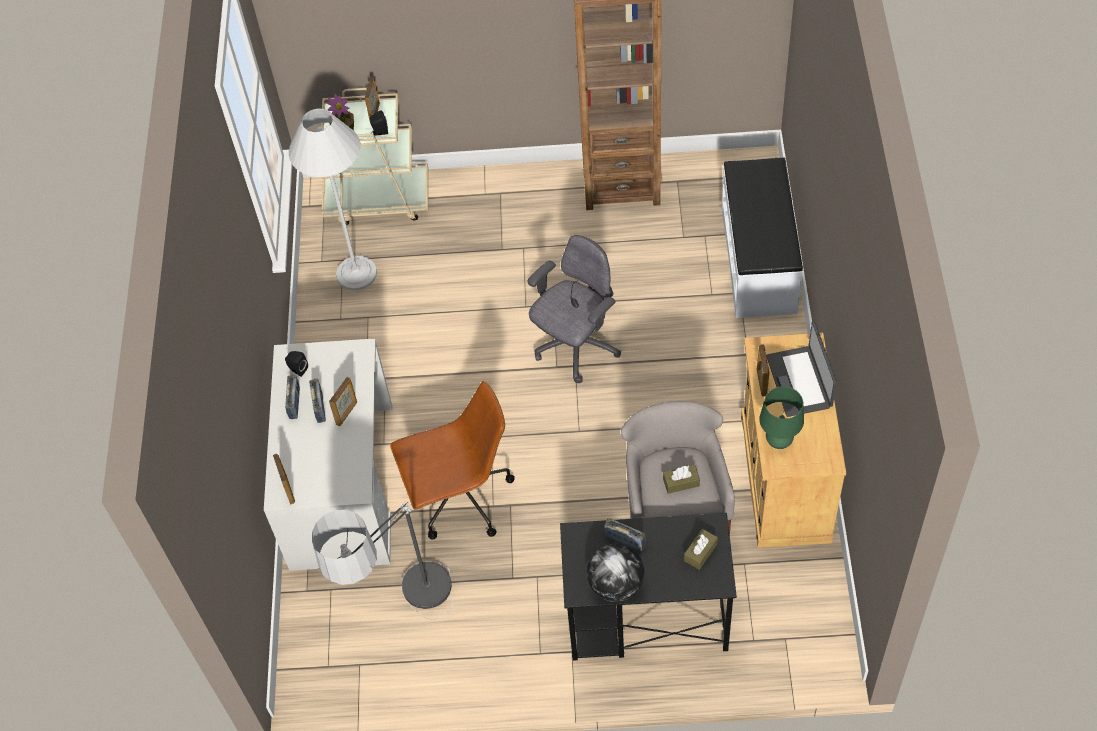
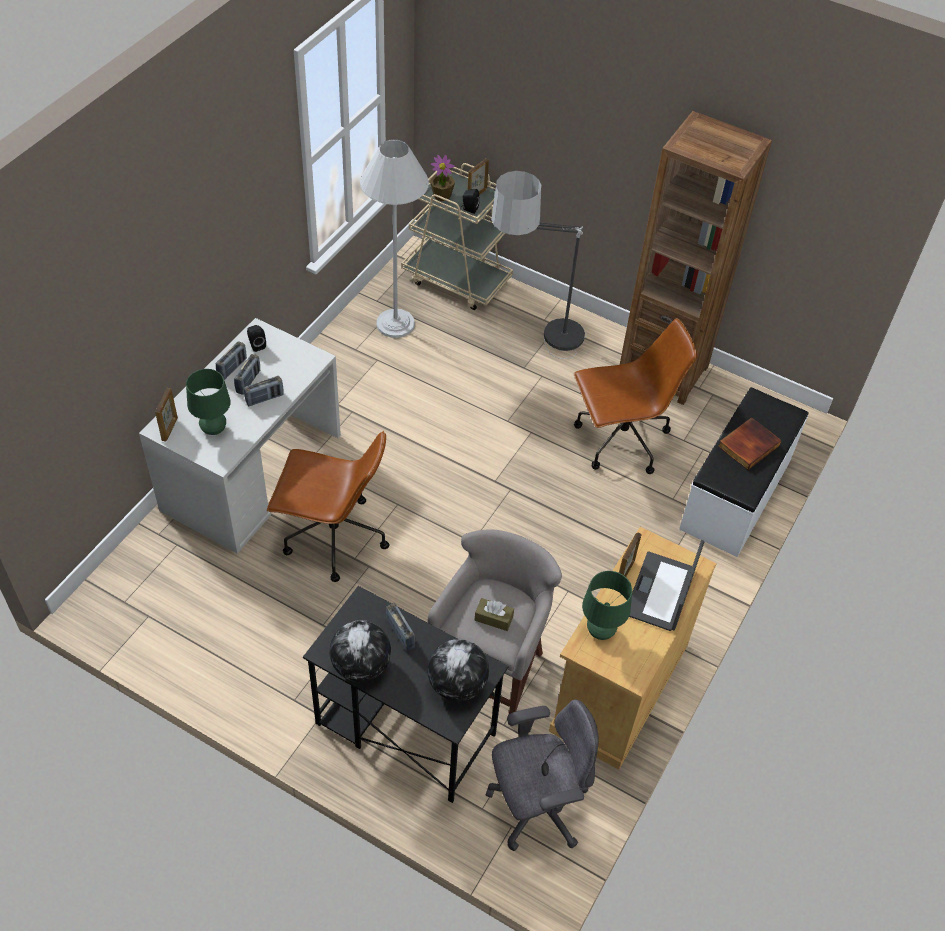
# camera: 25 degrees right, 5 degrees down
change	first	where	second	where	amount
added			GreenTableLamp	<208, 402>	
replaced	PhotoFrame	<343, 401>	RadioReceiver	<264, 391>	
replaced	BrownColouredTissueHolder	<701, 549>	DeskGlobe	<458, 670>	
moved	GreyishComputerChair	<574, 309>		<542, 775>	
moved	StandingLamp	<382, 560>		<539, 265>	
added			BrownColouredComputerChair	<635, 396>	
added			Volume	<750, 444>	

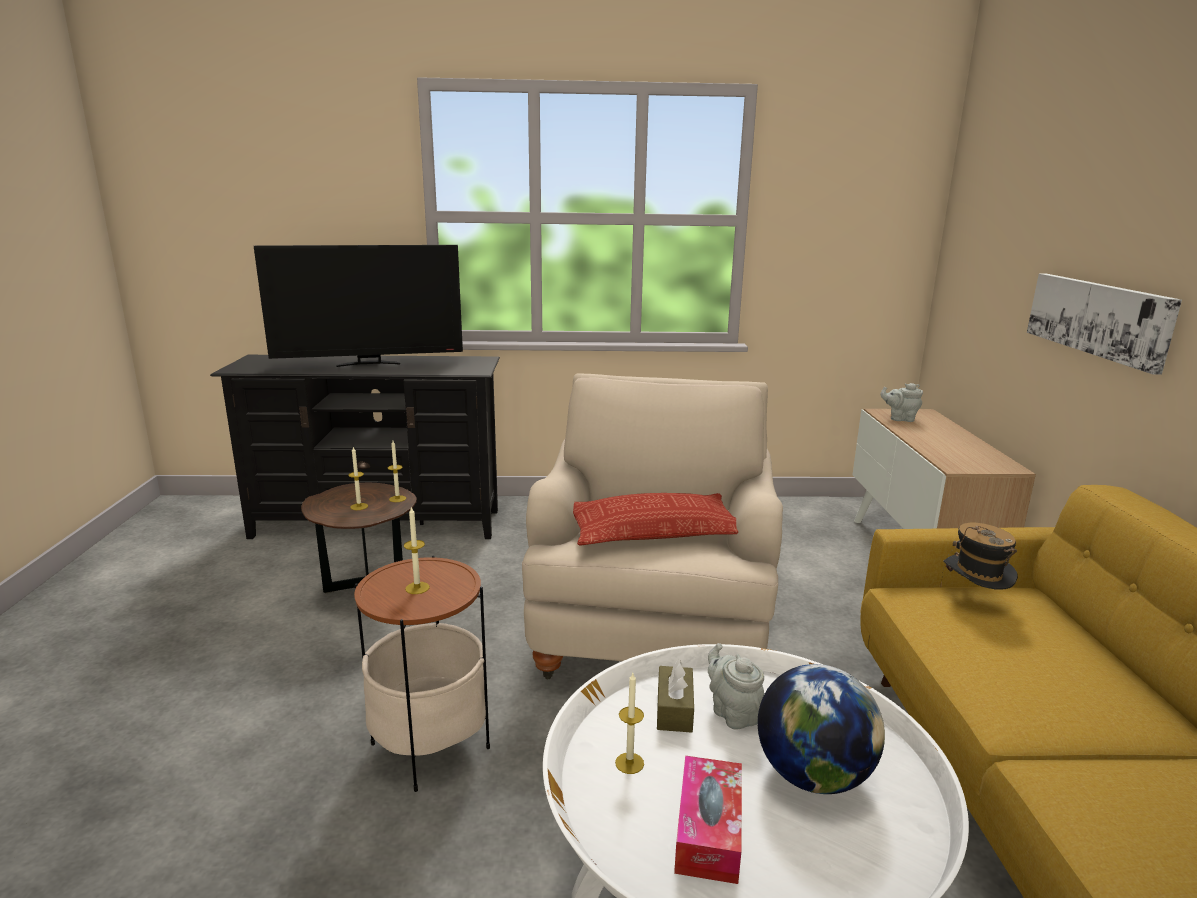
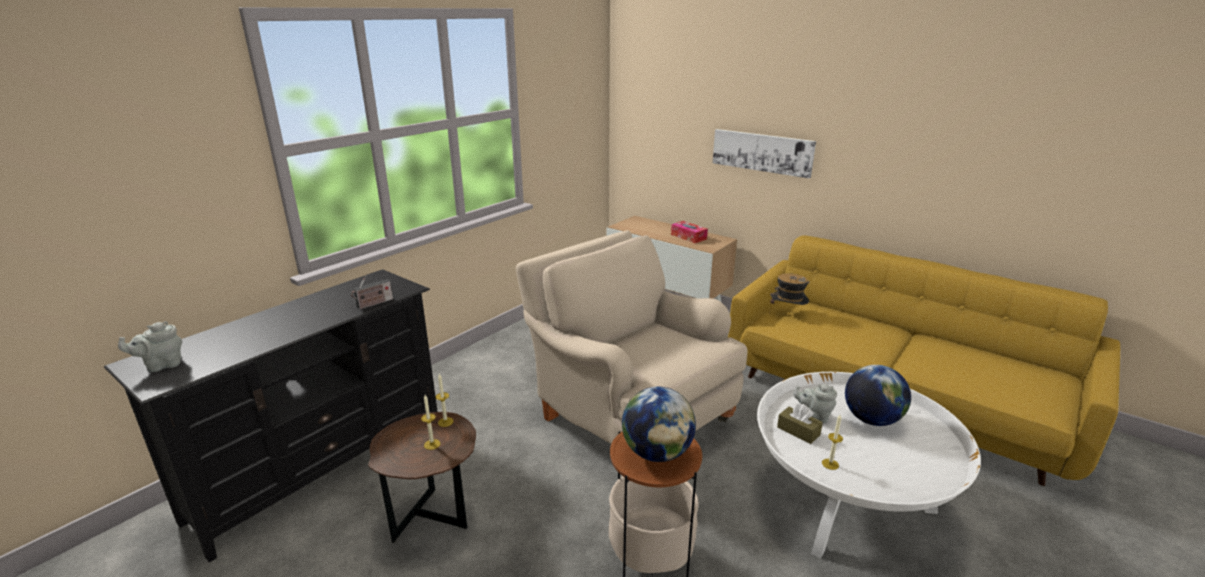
# camera: 50 degrees left, 5 degrees up
change	first	where	second	where	amount
moved	GreyishTeapot	<901, 402>		<150, 346>	
added			RadioReceiver	<372, 292>	
replaced	WaxLight	<417, 550>	DeskGlobe	<659, 424>	
moved	TissueHolder	<708, 820>		<689, 232>	
removed	Tv	<358, 306>			
removed	Pillow	<655, 519>			

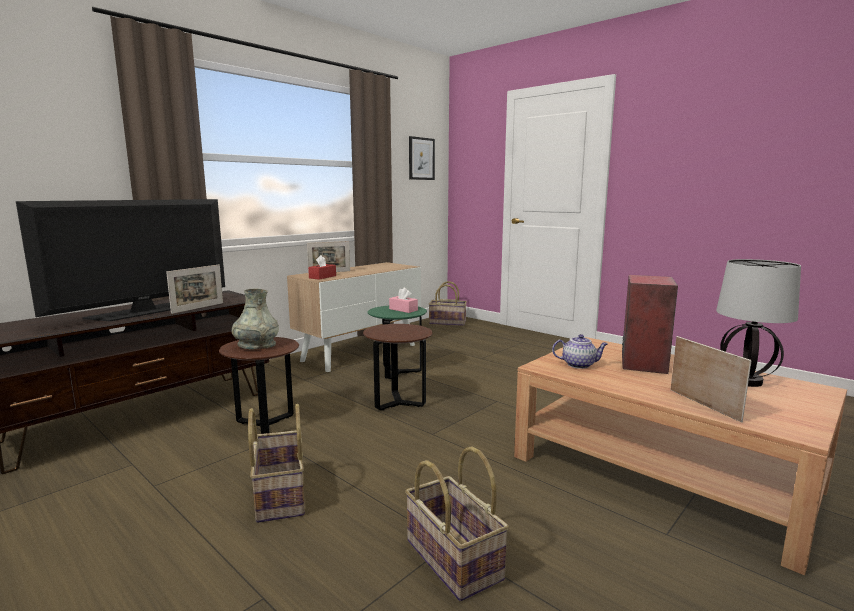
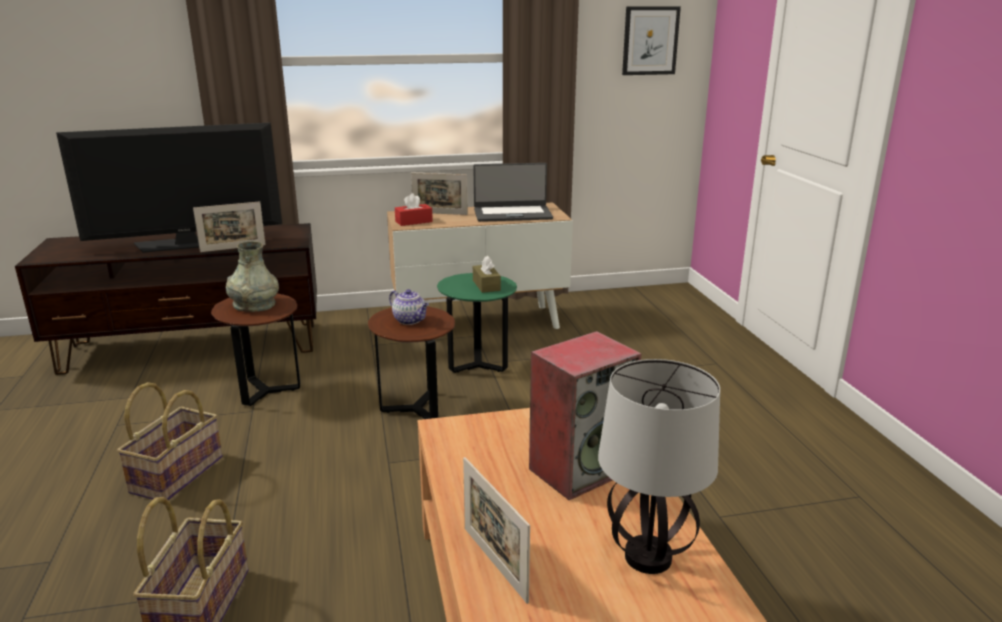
# camera: 35 degrees right, 10 degrees up
change	first	where	second	where	amount
moved	Teapot	<580, 351>		<409, 307>	
turned	PhotoFrame	<711, 379>		<496, 530>	135 degrees clockwise
added			PortableComputer	<513, 192>	
recoloured	PinkColouredTissueHolder	<403, 300>	BrownColouredTissueHolder	<487, 274>	
removed	StorageBasket	<448, 303>			

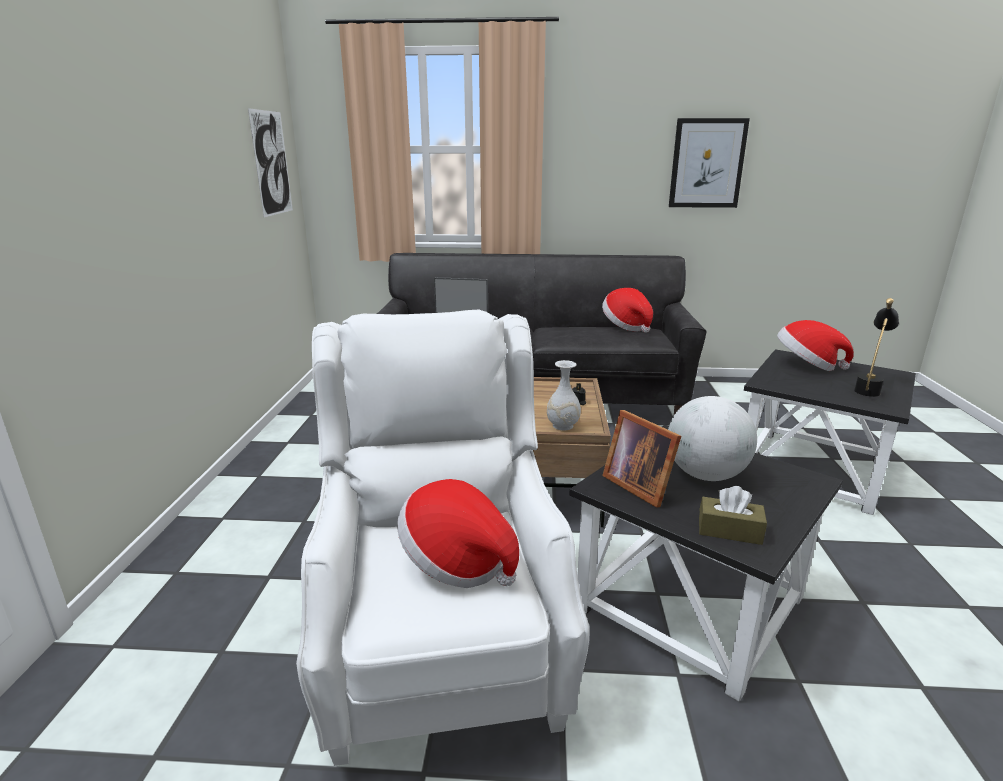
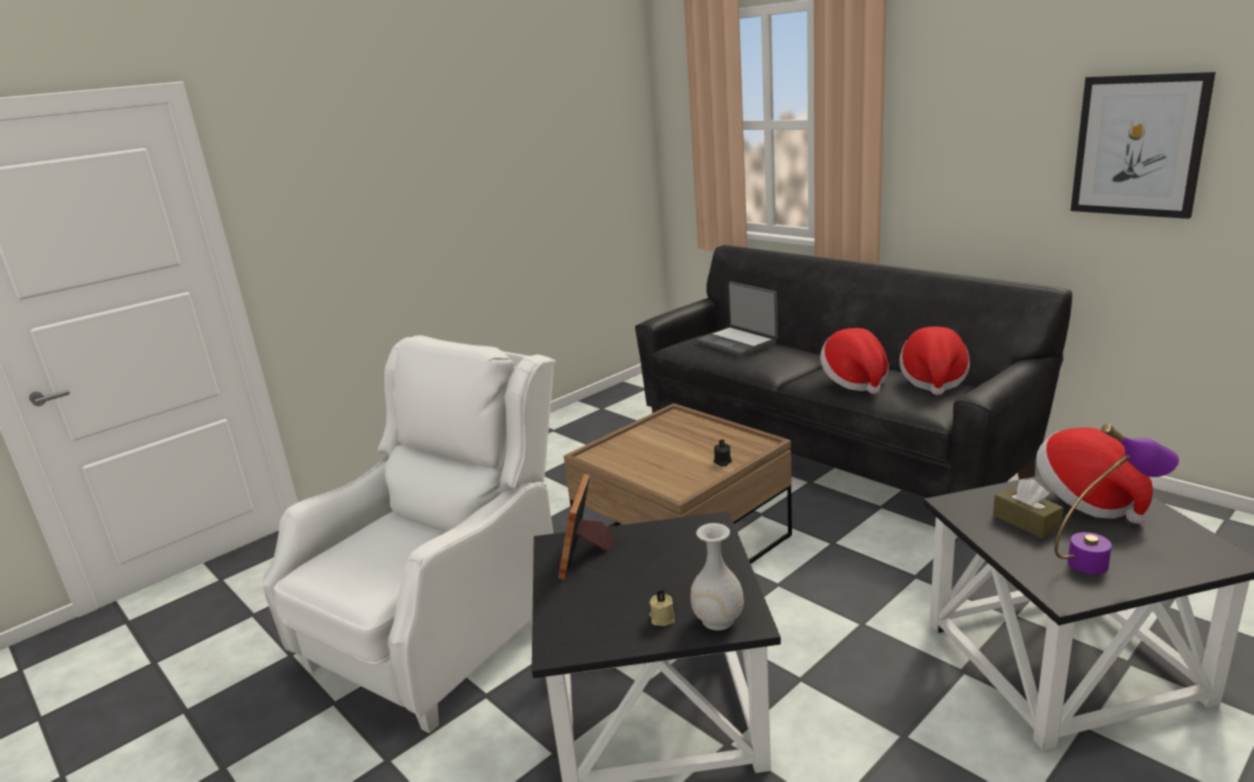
# camera: 45 degrees right, 0 degrees up
change	first	where	second	where	amount
added			SandColouredWaxLight	<662, 607>	
moved	WhitishVase	<564, 395>		<717, 576>	
moved	Hat	<458, 533>		<854, 361>	
moved	BrownColouredTissueHolder	<733, 515>		<1028, 508>	
recoloured	BlackTableLamp	<876, 347>	PurpleColouredTableLamp	<1116, 499>	
removed	WallPicture	<270, 162>			
removed	DeskGlobe	<712, 438>			

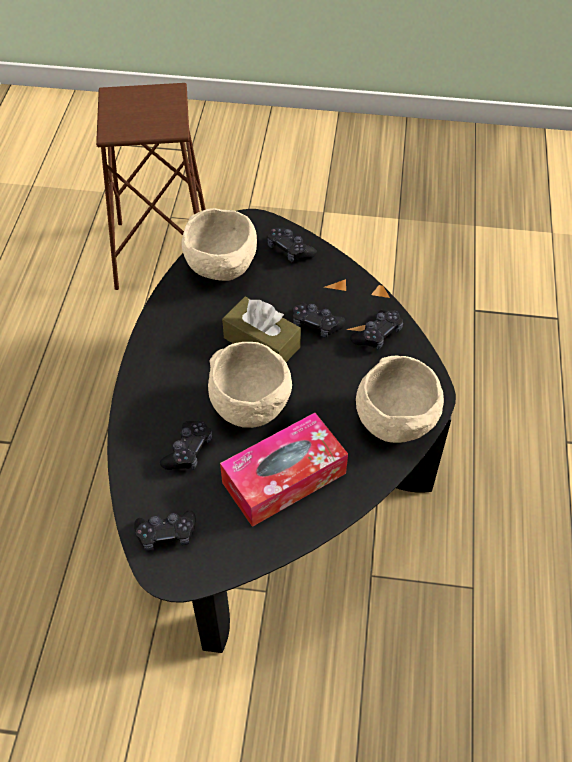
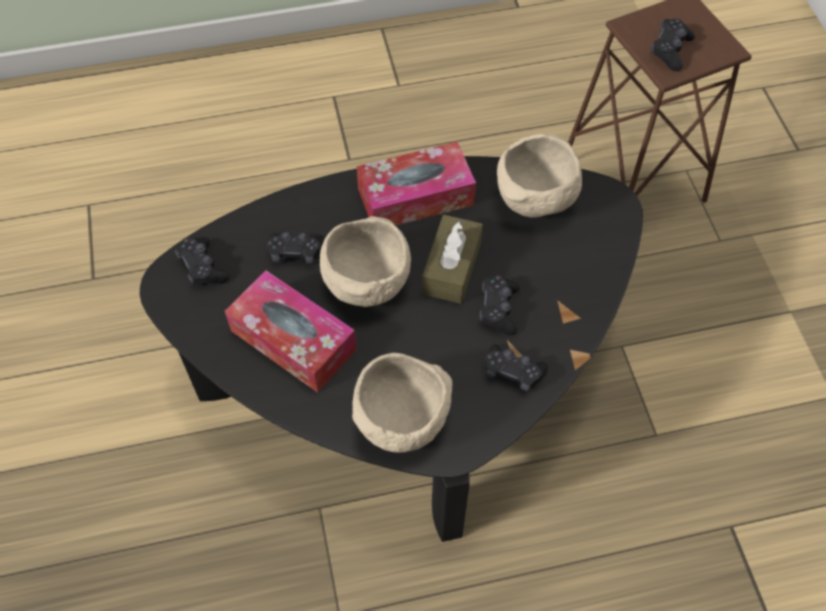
# camera: 70 degrees right, 5 degrees up
change	first	where	second	where	amount
added			TissueHolder	<416, 184>	
moved	BlackJoypad	<292, 245>		<673, 45>	

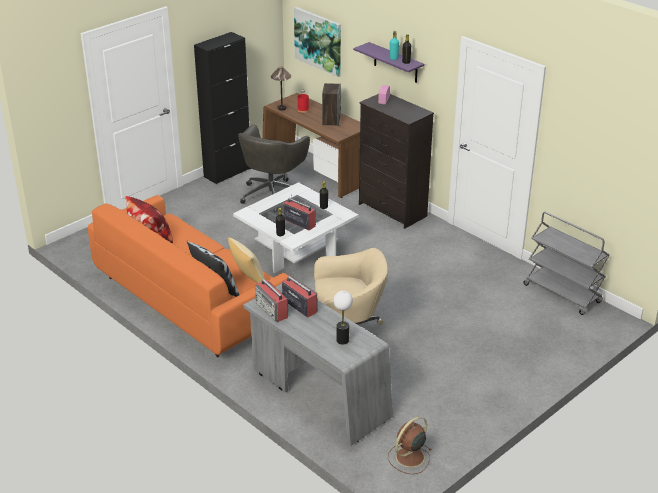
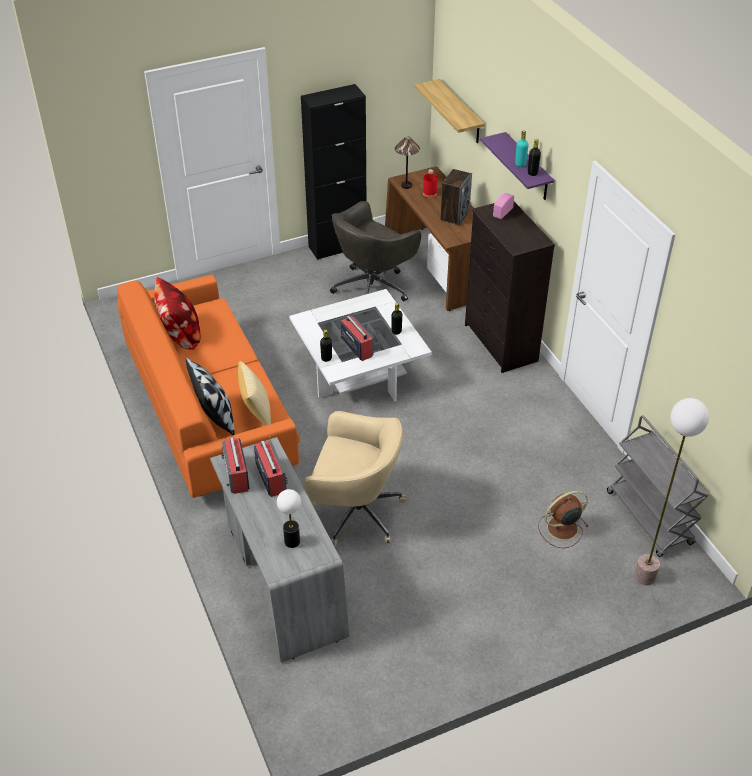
# camera: 20 degrees right, 10 degrees up
change	first	where	second	where	amount
replaced	WallPicture	<317, 42>	WallShelf	<450, 111>	
moved	BrownColouredFan	<410, 445>		<563, 519>	
added			StandingLamp	<672, 491>	

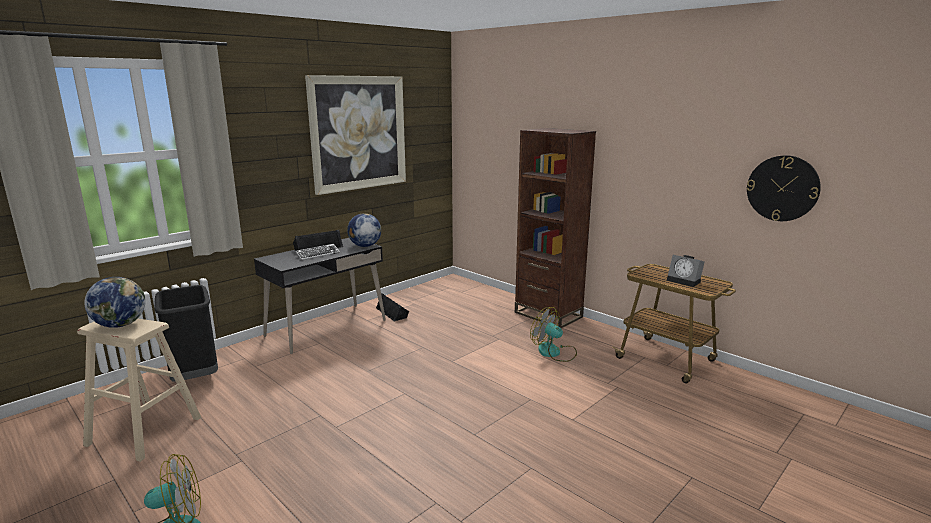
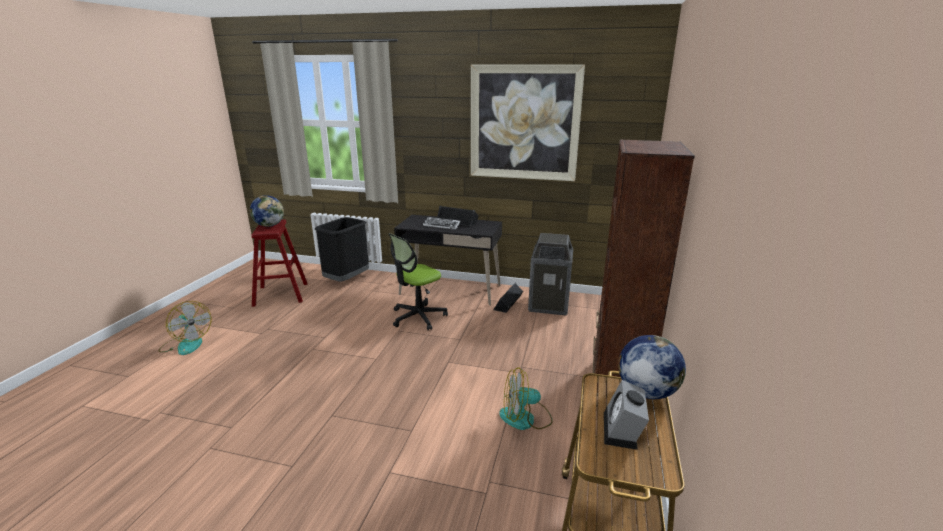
# camera: 60 degrees right, 5 degrees up
change	first	where	second	where	amount
recoloured	SandColouredStool	<139, 390>	ReddishStool	<279, 263>	
added			ComputerChair	<418, 281>	
turned	Fan	<553, 334>		<526, 398>	105 degrees counterclockwise
added			RubbishBin	<550, 274>	
moved	DeskGlobe	<364, 230>		<652, 367>	
removed	WallClock	<784, 188>			

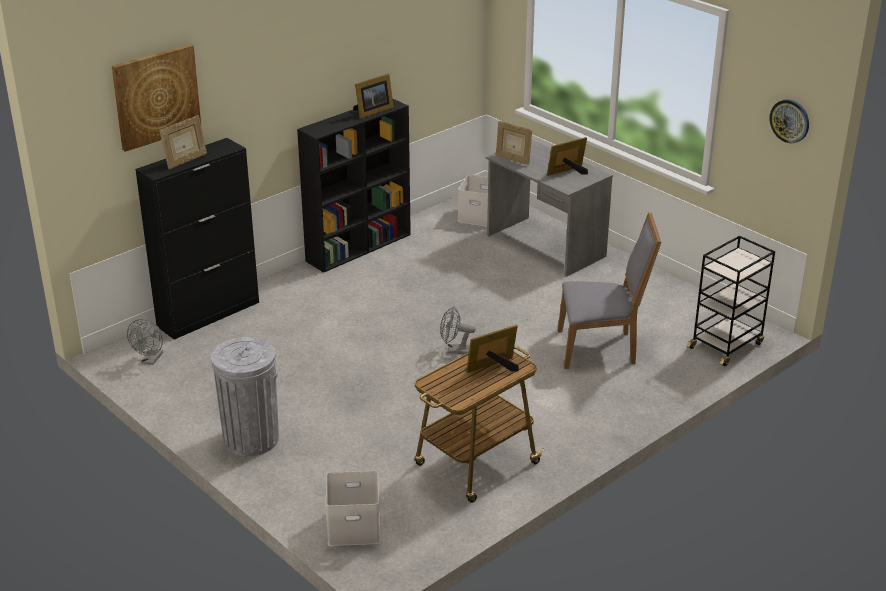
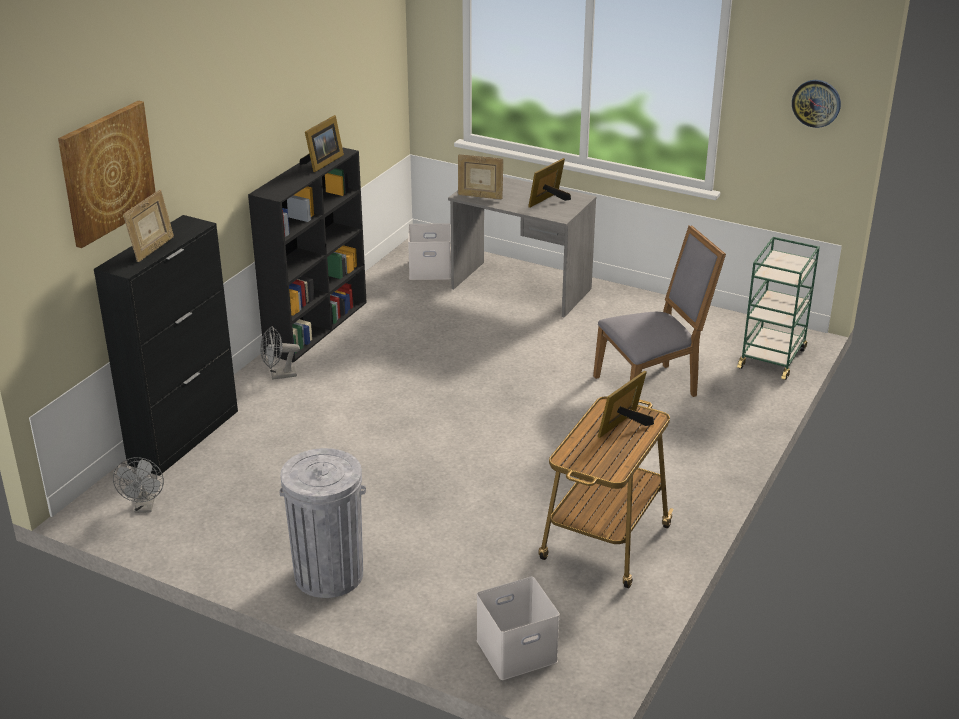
# camera: 20 degrees left, 0 degrees up
change	first	where	second	where	amount
moved	GreyishFan	<457, 330>		<280, 353>	
recoloured	BlackCart	<730, 301>	GreenCart	<778, 308>	

